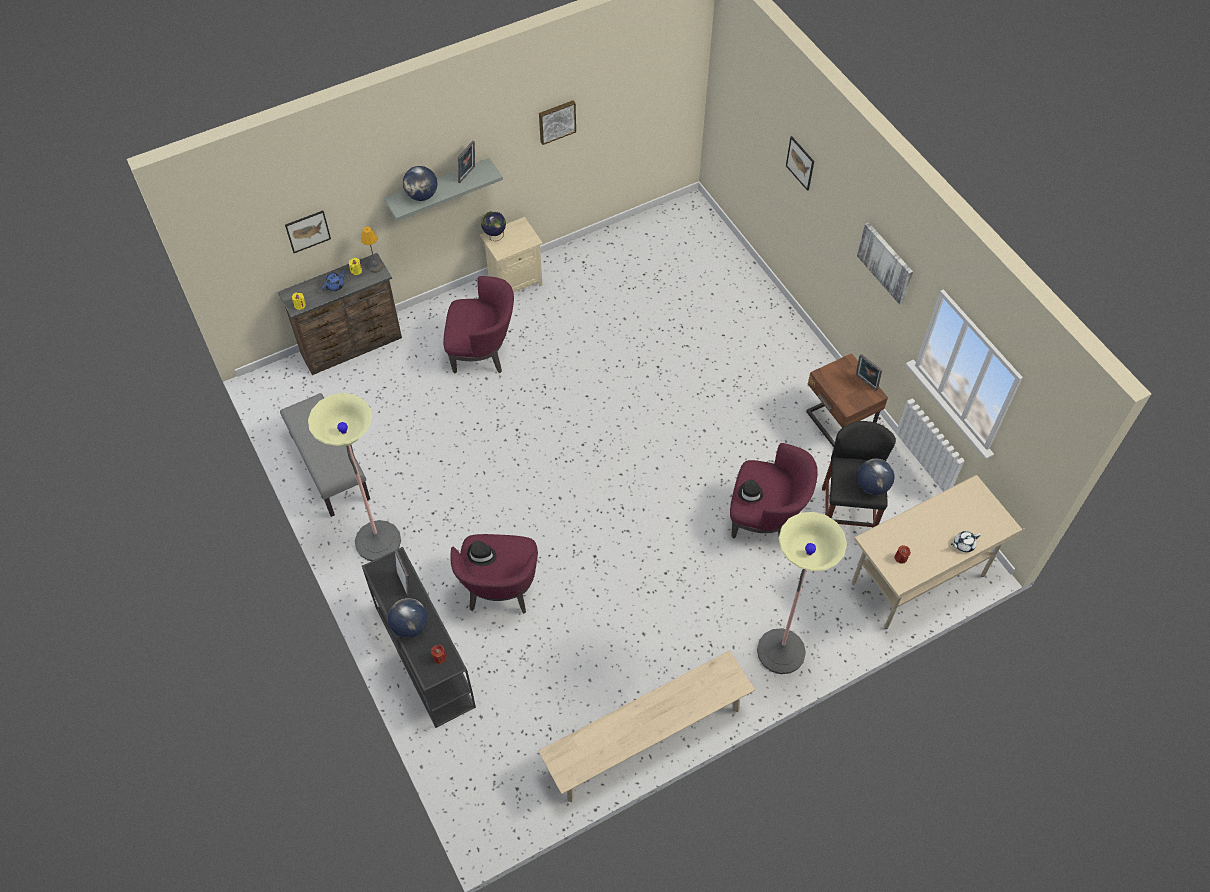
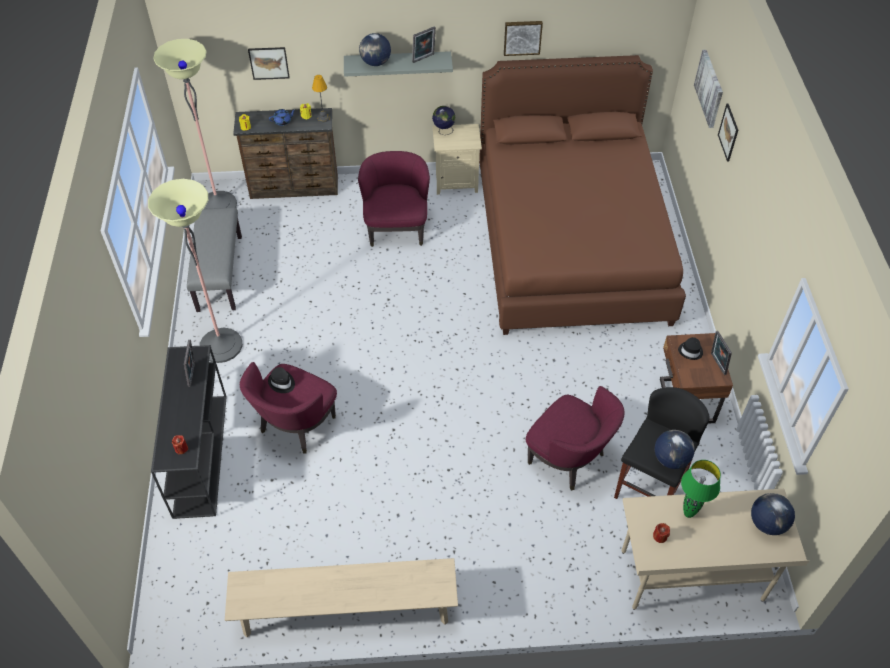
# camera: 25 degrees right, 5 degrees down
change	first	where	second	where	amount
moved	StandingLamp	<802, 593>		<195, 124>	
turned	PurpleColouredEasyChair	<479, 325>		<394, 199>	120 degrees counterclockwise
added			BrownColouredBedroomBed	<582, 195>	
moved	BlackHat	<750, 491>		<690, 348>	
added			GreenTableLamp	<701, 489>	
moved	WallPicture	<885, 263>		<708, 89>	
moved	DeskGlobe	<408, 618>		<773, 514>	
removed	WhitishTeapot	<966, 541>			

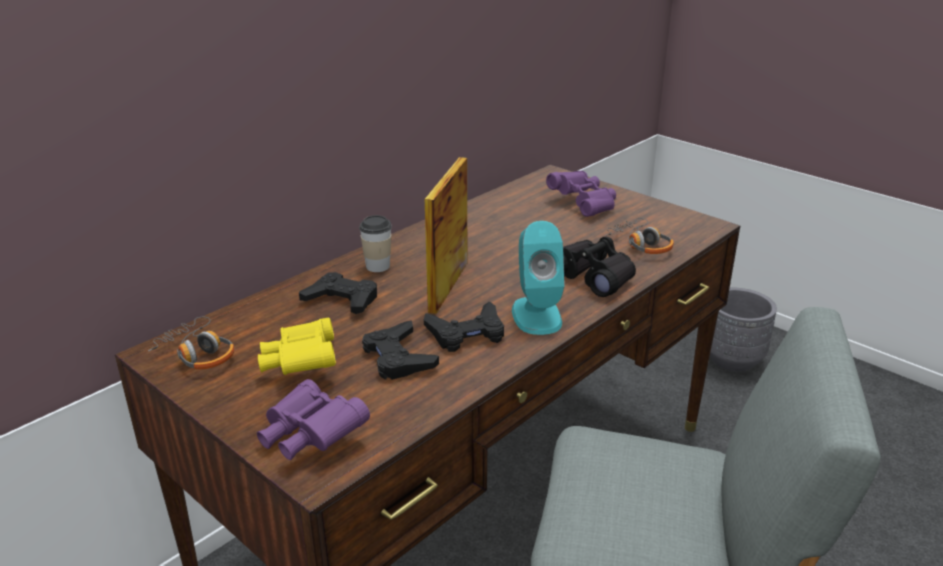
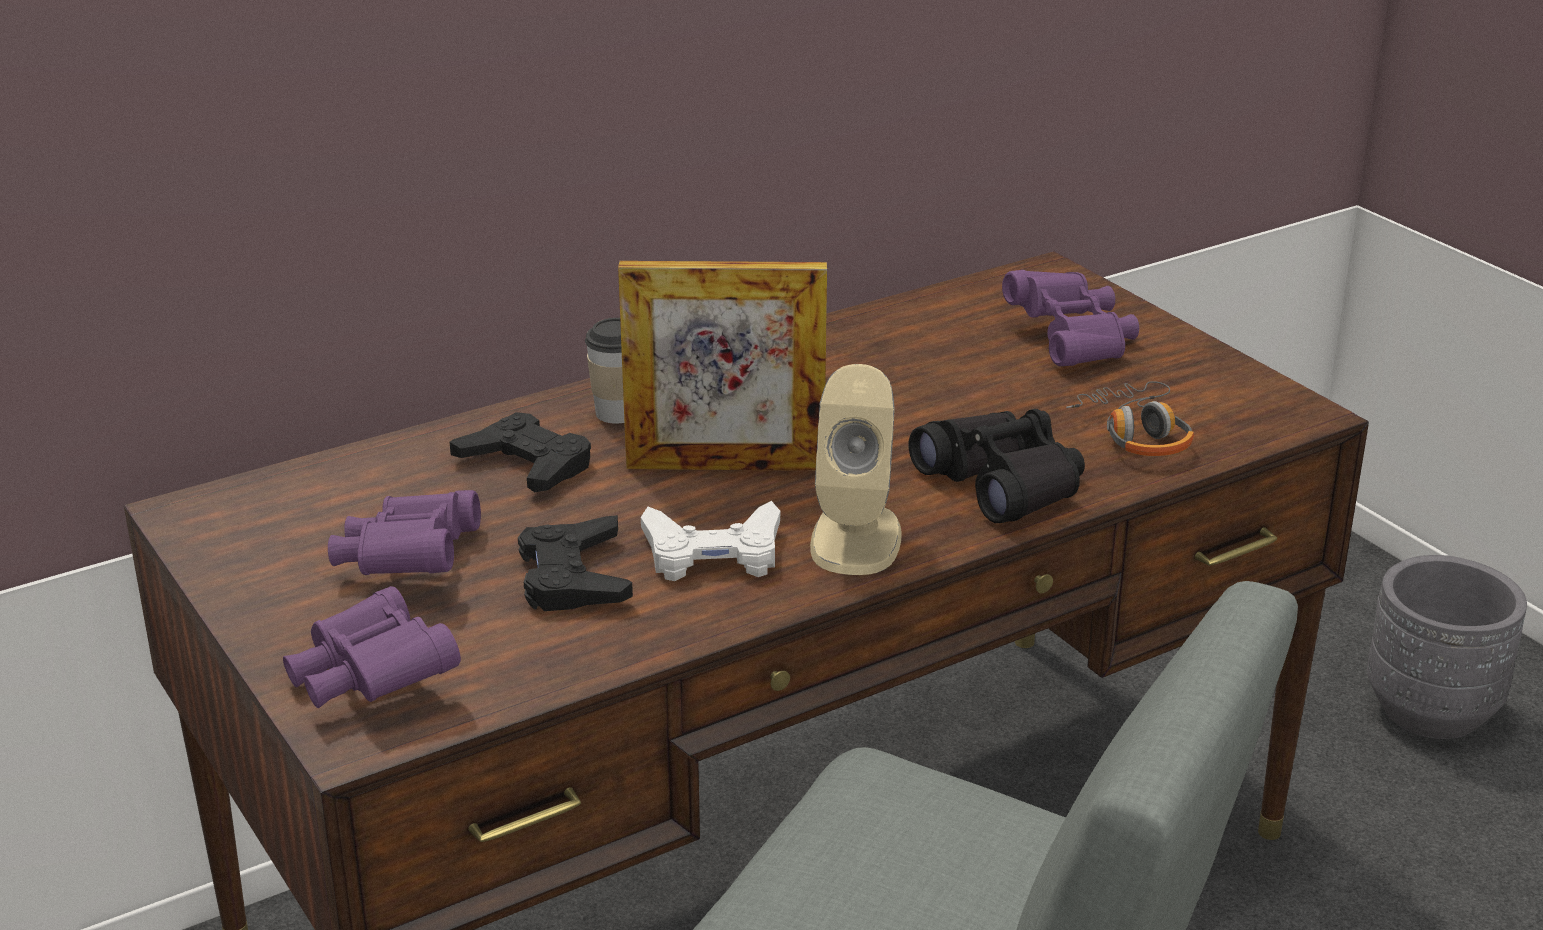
# camera: 15 degrees right, 0 degrees up
change	first	where	second	where	amount
recoloured	YellowishBinoculars	<297, 346>	PurpleColouredBinoculars	<404, 532>	
turned	PhotoFrame	<446, 235>		<722, 366>	120 degrees counterclockwise
recoloured	BlackJoypad	<464, 326>	WhitishJoypad	<710, 541>	
recoloured	TurquoiseColouredSpeaker	<538, 278>	SandColouredSpeaker	<856, 469>	
removed	Headset	<191, 343>			

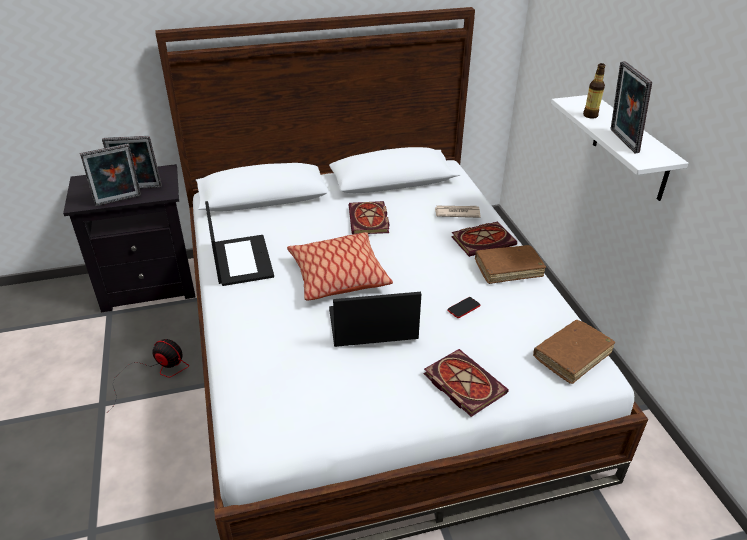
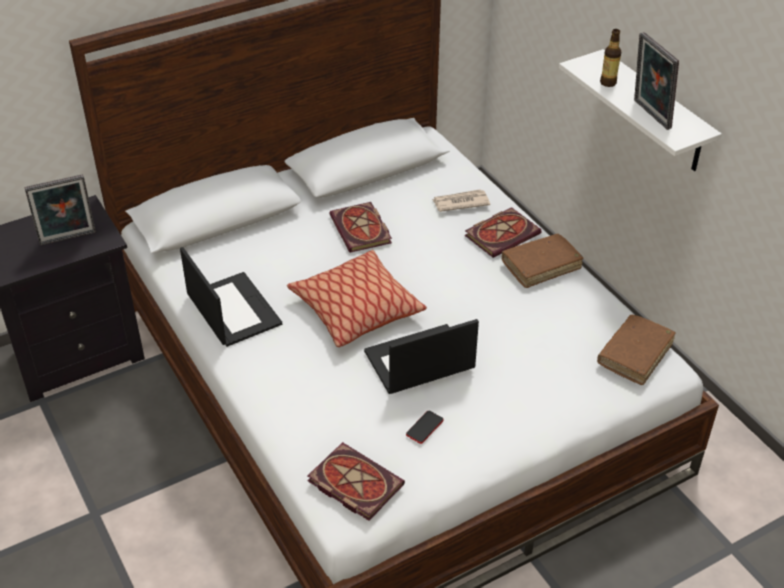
# camera: 15 degrees left, 5 degrees up
change	first	where	second	where	amount
moved	Volume	<466, 383>		<356, 481>	
moved	Phone	<464, 307>		<424, 427>	
removed	PhotoFrame	<110, 174>			
removed	Fan	<148, 376>			

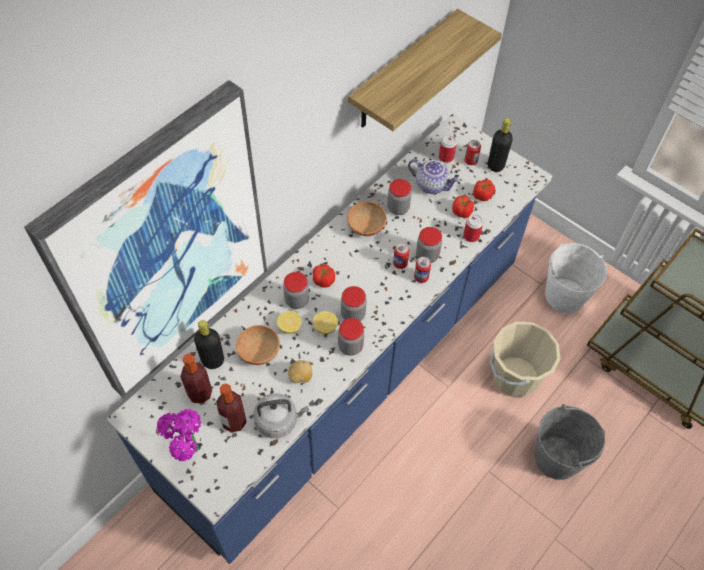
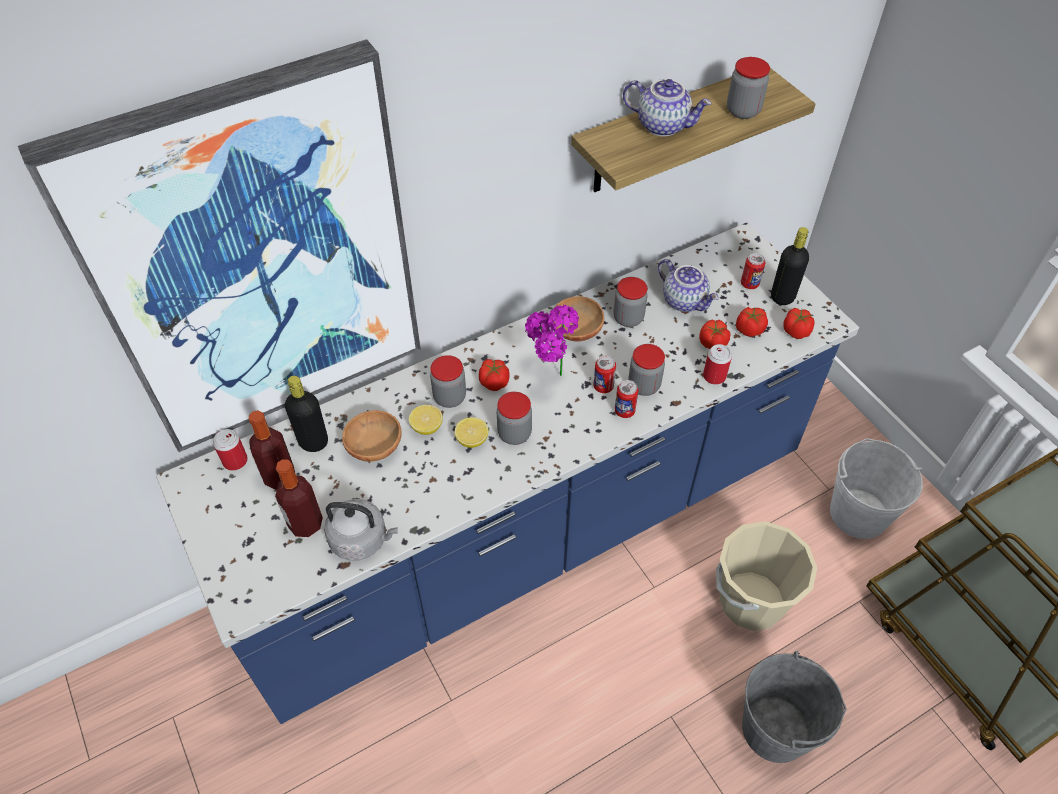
# camera: 20 degrees right, 5 degrees down
change	first	where	second	where	amount
moved	Can	<448, 149>		<230, 450>	
moved	PlantInAPot	<179, 435>		<552, 340>	
added			Teapot	<667, 107>	
moved	Jar	<351, 337>		<748, 88>	
added			Tomato	<799, 323>	
removed	WholePotato	<300, 371>			

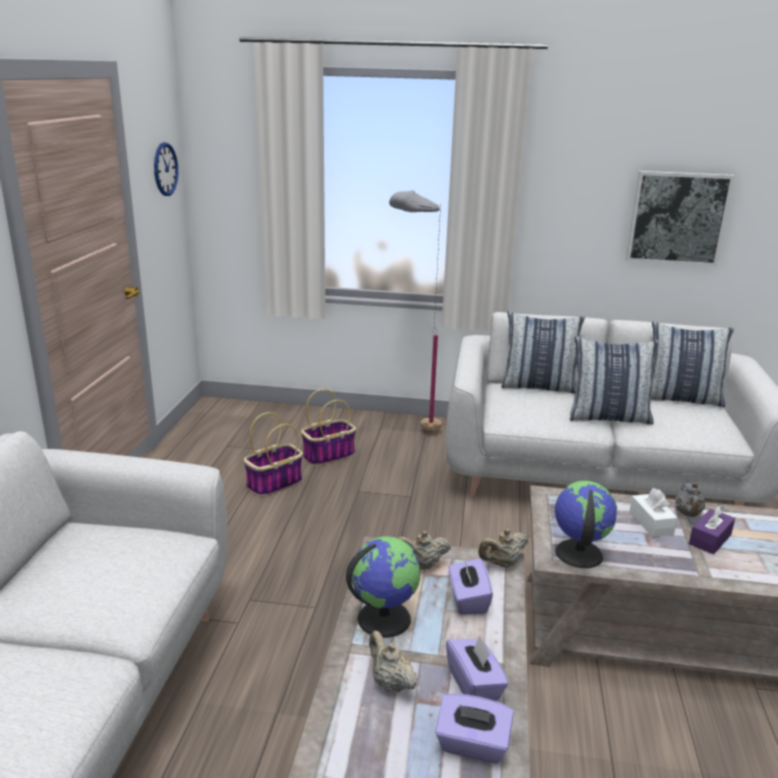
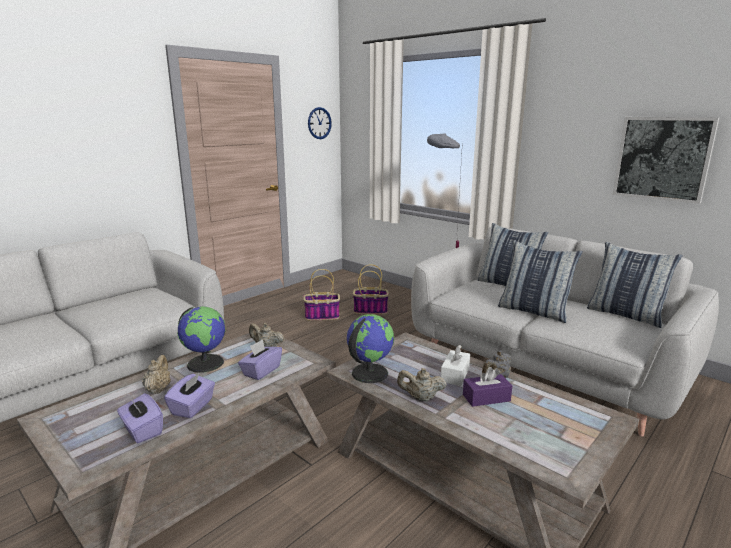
# camera: 35 degrees right, 5 degrees down
change	first	where	second	where	amount
moved	SandColouredTeapot	<503, 548>		<422, 384>	

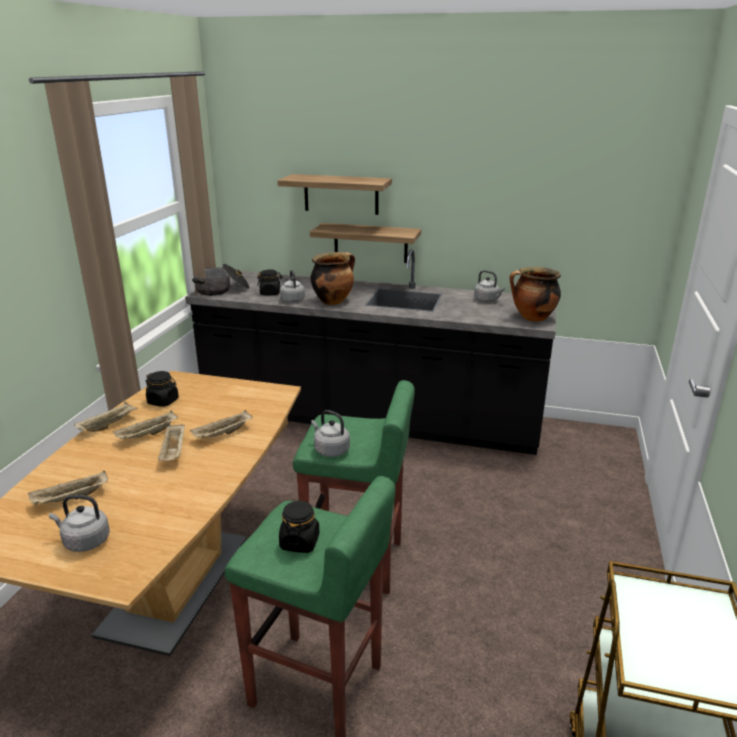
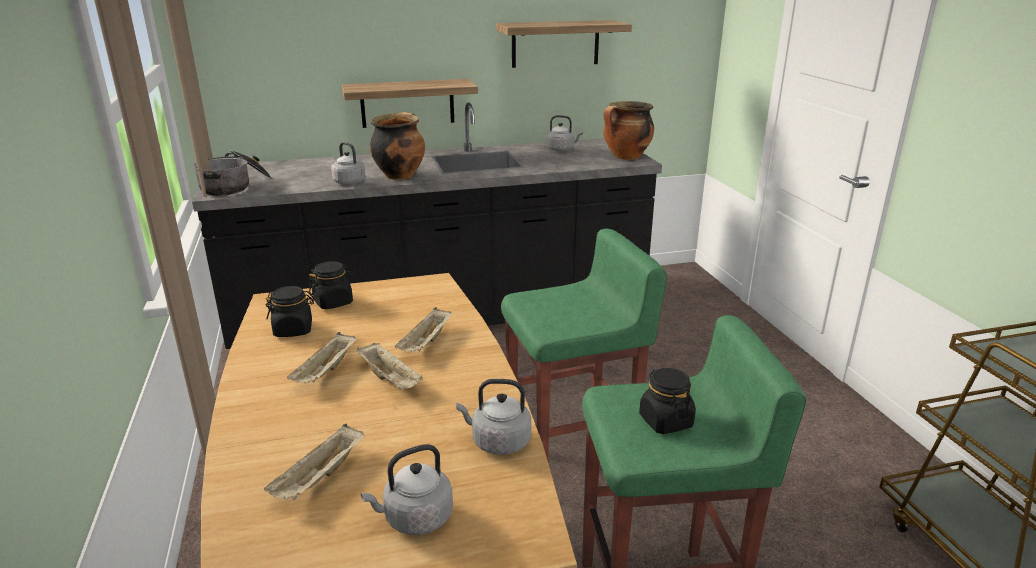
# camera: 30 degrees left, 0 degrees up
change	first	where	second	where	amount
moved	BlackJar	<269, 282>		<331, 285>	
moved	GreyishTeaKettle	<330, 433>		<494, 417>	
moved	WallShelf	<334, 194>		<564, 44>	
removed	SandColouredCarryingTray	<106, 417>			

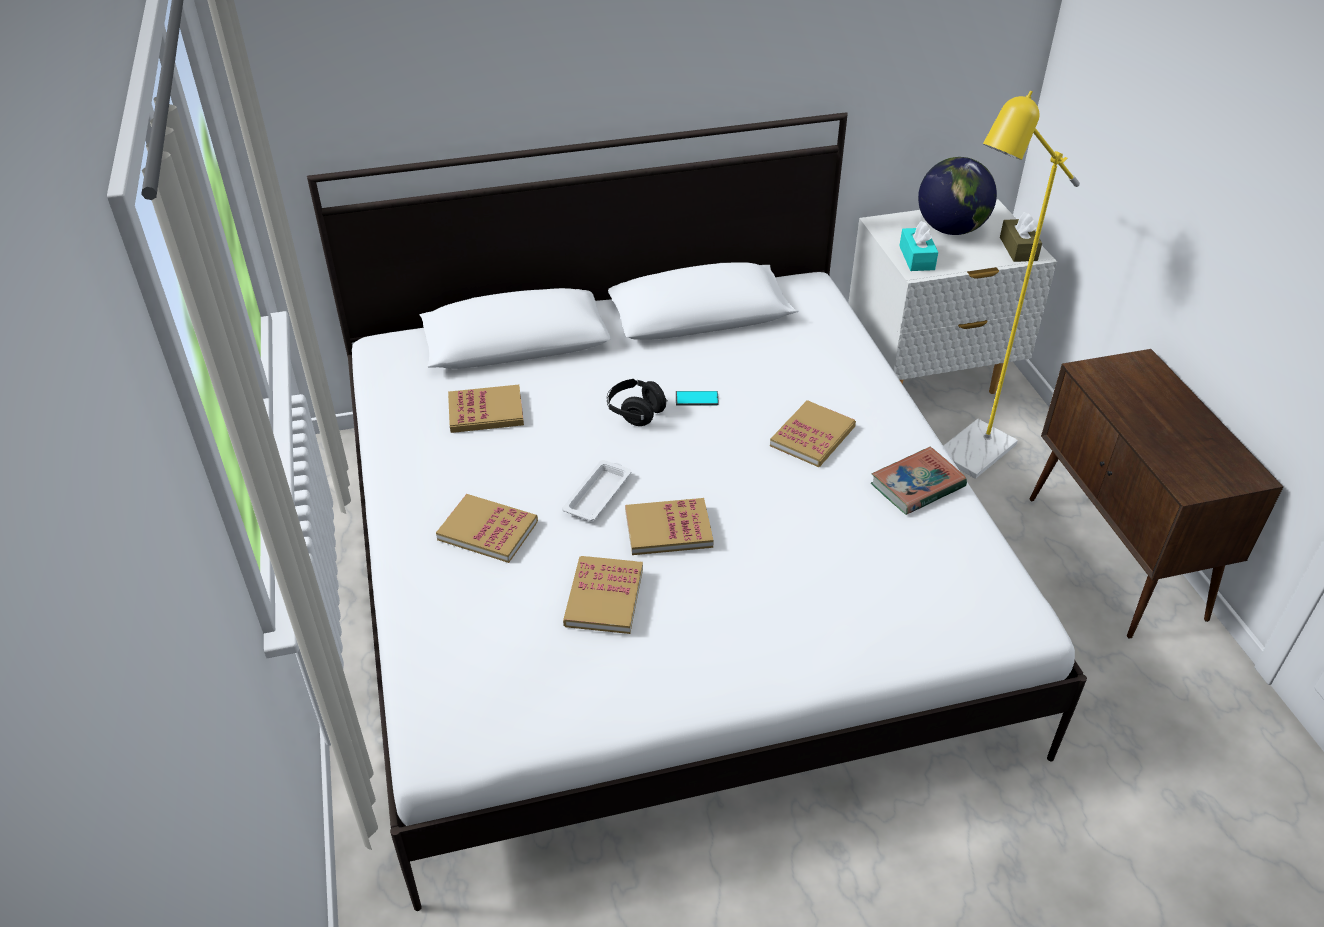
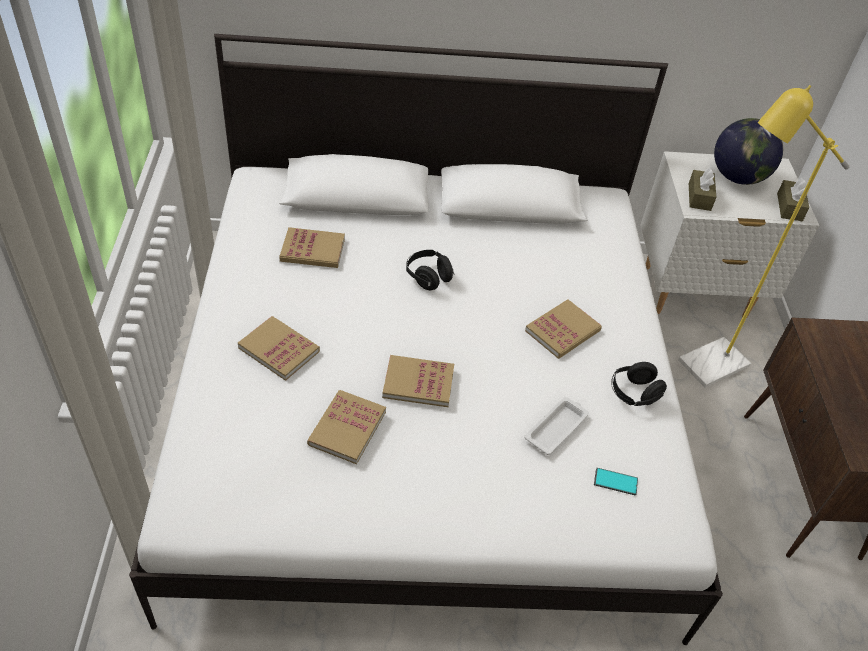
# camera: 10 degrees right, 5 degrees up
change	first	where	second	where	amount
moved	WhitishCarryingTray	<597, 490>		<556, 426>	
moved	Phone	<697, 398>		<616, 481>	
replaced	Volume	<919, 481>	BlackHeadset	<639, 384>	
recoloured	TurquoiseColouredTissueHolder	<918, 246>	BrownColouredTissueHolder	<702, 189>	

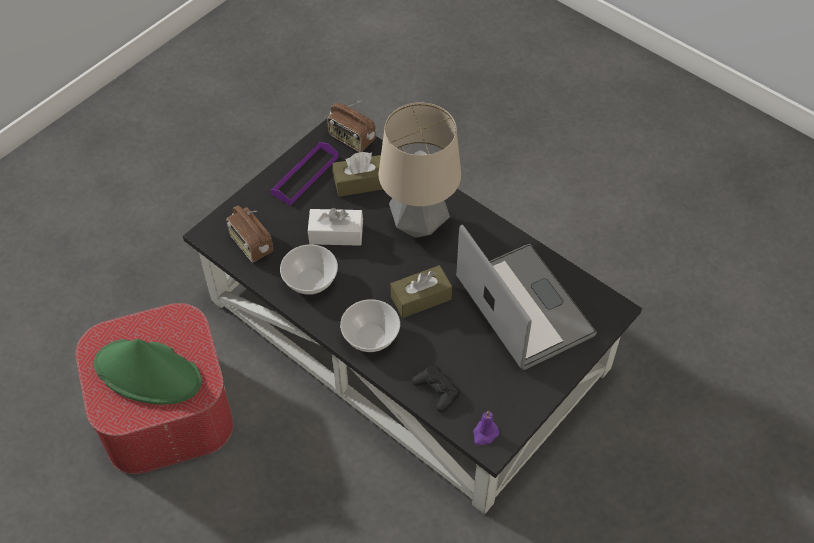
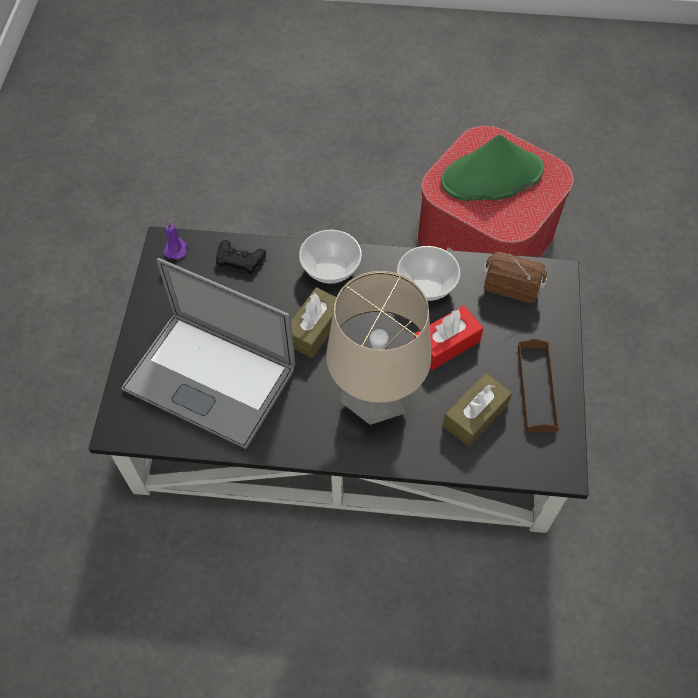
# camera: 145 degrees right, 5 degrees up
change	first	where	second	where	amount
recoloured	WhitishTissueHolder	<335, 227>	ReddishTissueHolder	<449, 337>	
recoloured	PurpleColouredCarryingTray	<304, 174>	BrownColouredCarryingTray	<538, 385>	
removed	RadioReceiver	<351, 126>			

